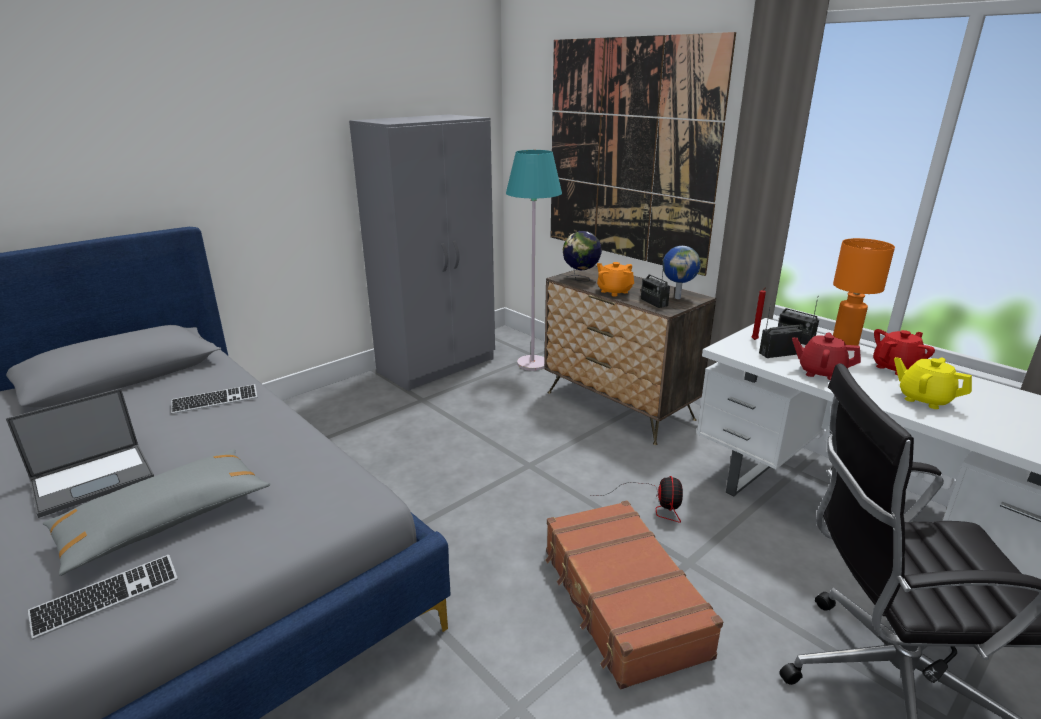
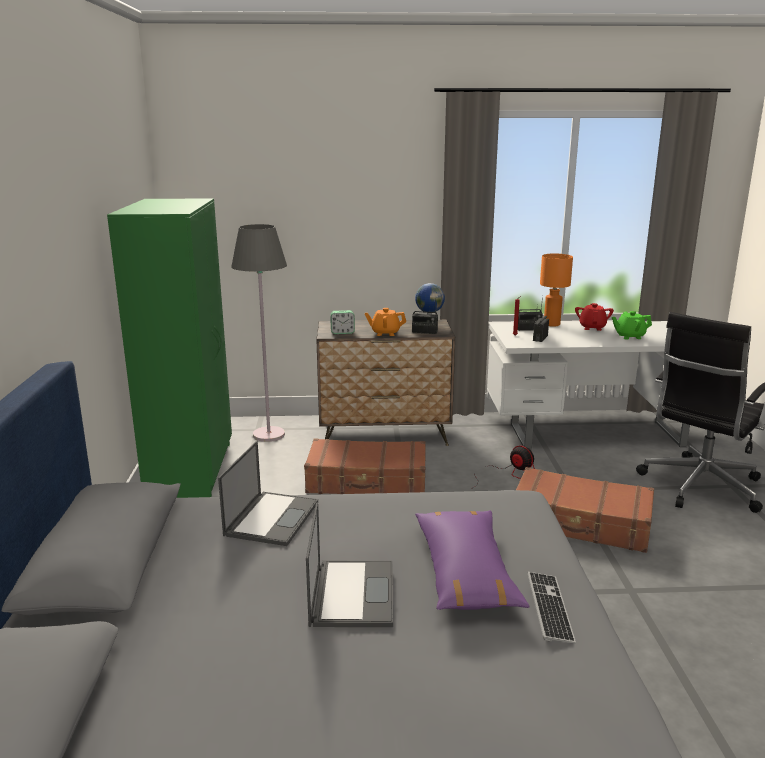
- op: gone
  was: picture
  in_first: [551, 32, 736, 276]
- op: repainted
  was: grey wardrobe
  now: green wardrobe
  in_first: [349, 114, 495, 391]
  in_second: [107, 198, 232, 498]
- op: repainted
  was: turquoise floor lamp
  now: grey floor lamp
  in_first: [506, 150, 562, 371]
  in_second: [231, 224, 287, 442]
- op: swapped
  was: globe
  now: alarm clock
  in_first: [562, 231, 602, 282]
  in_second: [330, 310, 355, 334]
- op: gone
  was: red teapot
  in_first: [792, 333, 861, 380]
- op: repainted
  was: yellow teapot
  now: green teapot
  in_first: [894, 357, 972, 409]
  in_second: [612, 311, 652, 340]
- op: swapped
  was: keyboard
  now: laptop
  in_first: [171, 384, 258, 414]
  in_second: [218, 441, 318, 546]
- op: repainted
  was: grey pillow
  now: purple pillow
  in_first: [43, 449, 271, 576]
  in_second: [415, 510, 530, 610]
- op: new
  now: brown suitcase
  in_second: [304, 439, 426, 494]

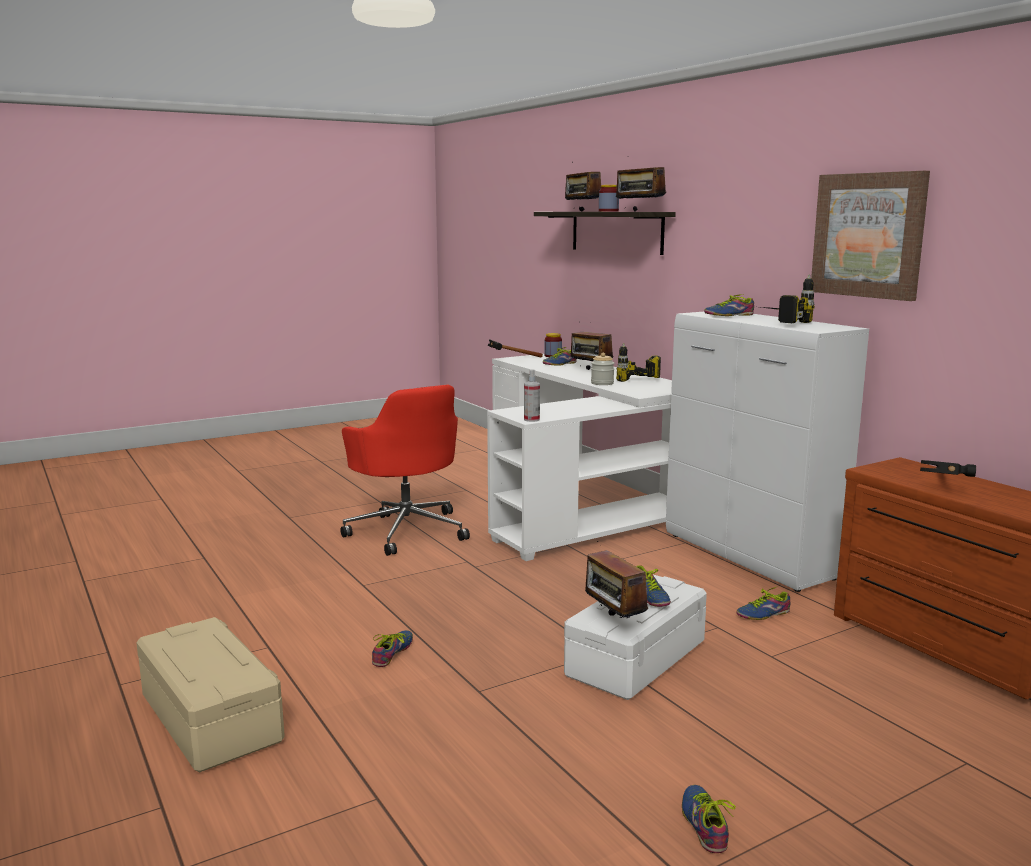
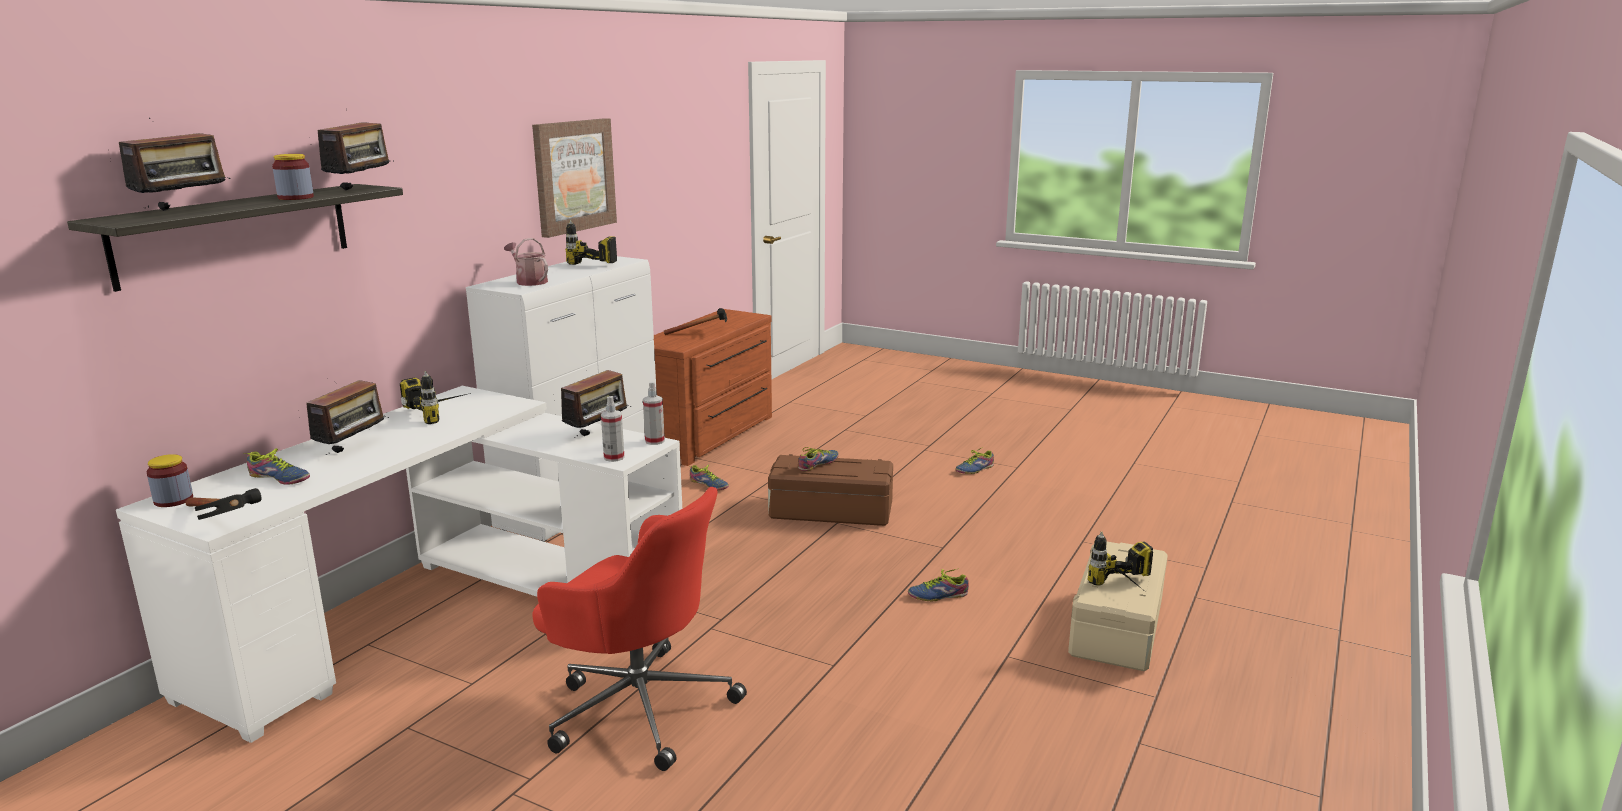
- op: swapped
  was: shoe
  now: watering can
  in_first: [704, 294, 754, 316]
  in_second: [504, 238, 548, 286]
- op: gone
  was: jar
  in_first: [591, 353, 614, 385]
- op: rotated
  was: red office chair
  in_first: [340, 385, 470, 556]
  in_second: [532, 487, 747, 771]
  clockwise: 90
- op: shifted
  was: radio
  in_first: [585, 541, 648, 618]
  in_second: [561, 366, 631, 438]
- op: repainted
  was: white storage box
  now: brown storage box
  in_first: [564, 575, 707, 700]
  in_second: [768, 454, 893, 526]
- op: new
  now: spray bottle
  in_second: [601, 396, 624, 462]
- op: new
  now: power drill
  in_second: [1088, 531, 1153, 590]

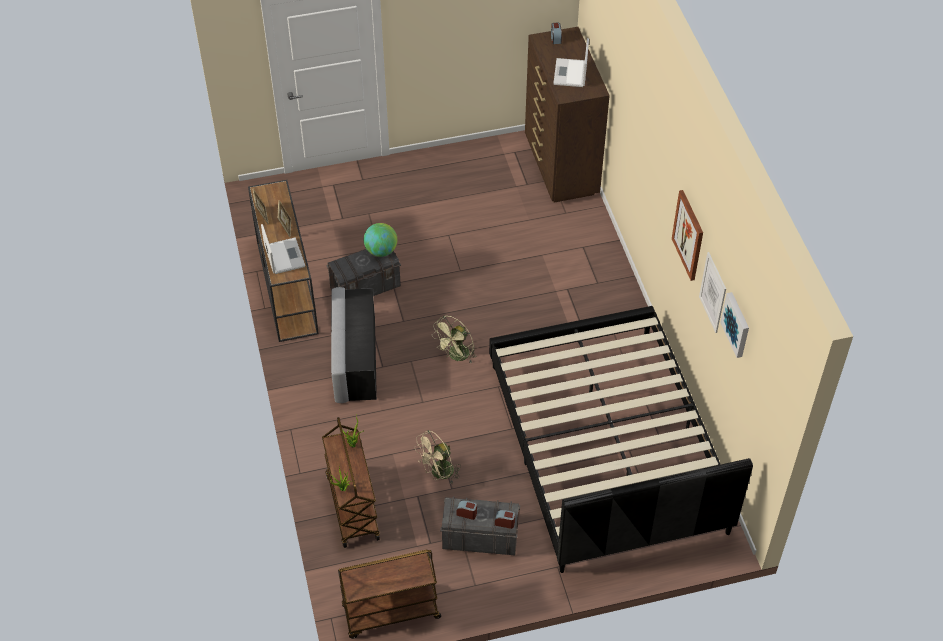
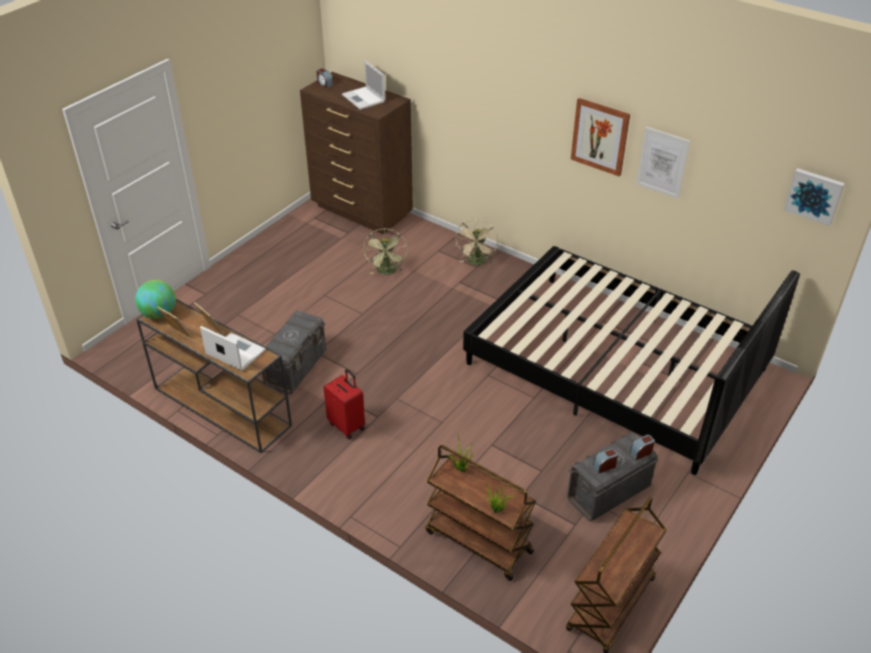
- op: shifted
  was: globe
  in_first: [364, 223, 397, 257]
  in_second: [135, 280, 176, 319]
- op: swapped
  was: grey ottoman
  now: red suitcase
  in_first: [331, 287, 377, 403]
  in_second: [324, 369, 365, 440]
- op: shifted
  was: picture
  in_first: [720, 292, 749, 358]
  in_second: [784, 168, 845, 226]
- op: shifted
  was: green fan
  in_first: [433, 316, 477, 363]
  in_second: [363, 229, 408, 275]
- op: shifted
  was: beige fan
  in_first: [414, 430, 461, 485]
  in_second: [455, 219, 498, 265]

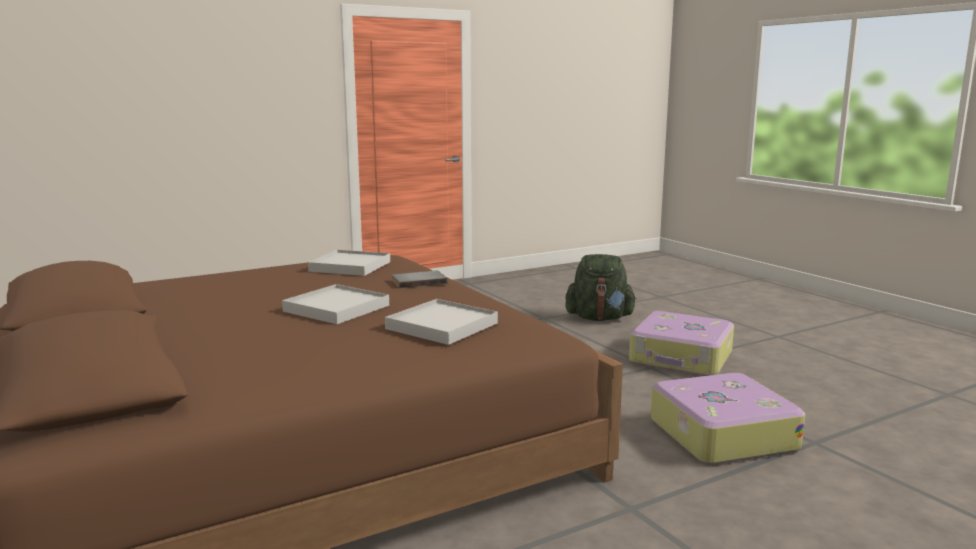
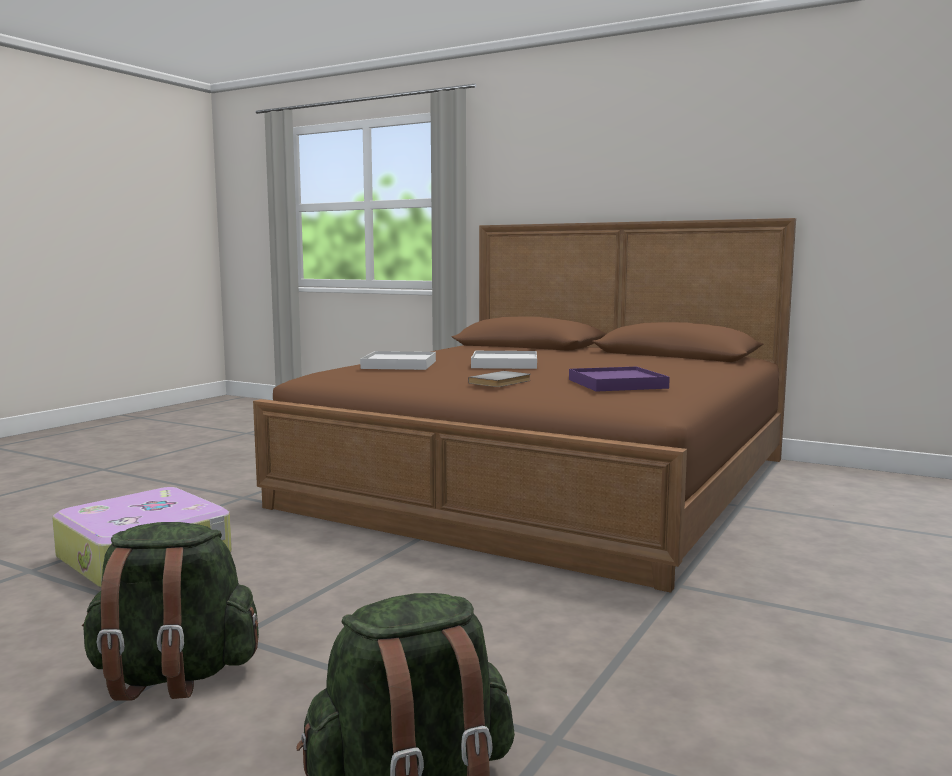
- op: repainted
  was: white tray
  now: purple tray
  in_first: [308, 250, 390, 276]
  in_second: [569, 366, 670, 392]
- op: swapped
  was: suitcase
  now: green backpack
  in_first: [629, 311, 734, 376]
  in_second: [82, 522, 259, 701]

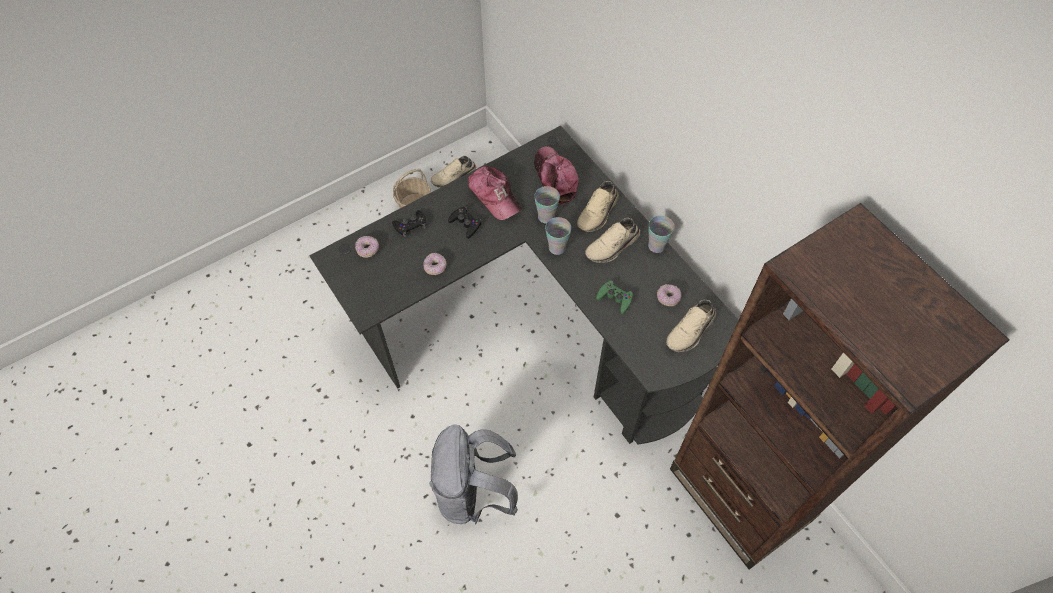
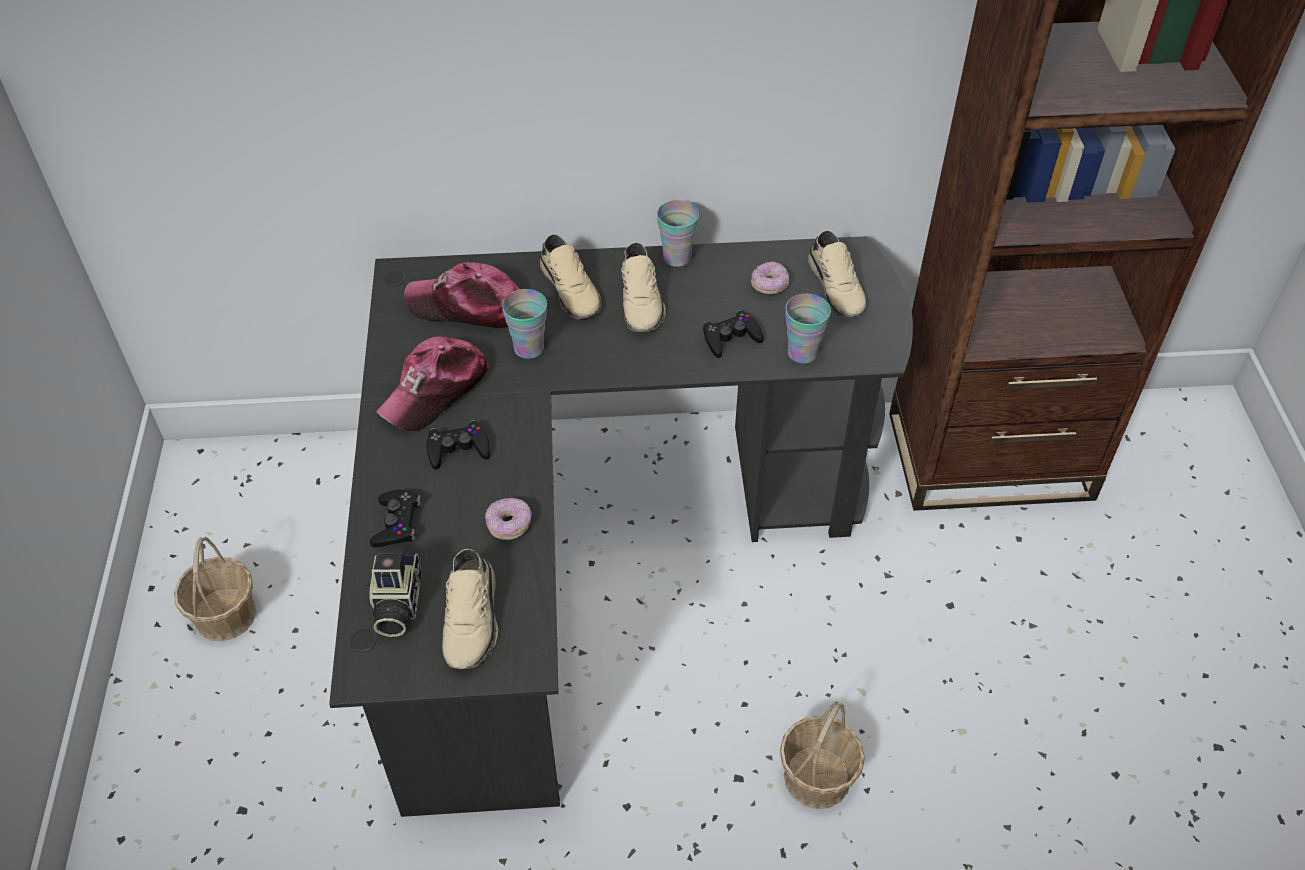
- op: shifted
  was: beige shoe
  in_first: [431, 156, 477, 188]
  in_second: [442, 549, 499, 669]
- op: rotated
  was: cap
  in_first: [468, 166, 521, 220]
  in_second: [376, 336, 489, 431]
  clockwise: 135
- op: shifted
  was: cup
  in_first: [545, 217, 571, 255]
  in_second: [785, 294, 831, 364]
- op: swapped
  was: donut
  now: photo camera
  in_first: [355, 236, 379, 258]
  in_second: [365, 553, 422, 637]
- op: repainted
  was: green game controller
  now: black game controller
  in_first: [596, 280, 633, 314]
  in_second: [703, 310, 763, 358]
- op: swapped
  was: grey backpack
  now: basket
  in_first: [429, 425, 518, 524]
  in_second: [780, 701, 865, 809]

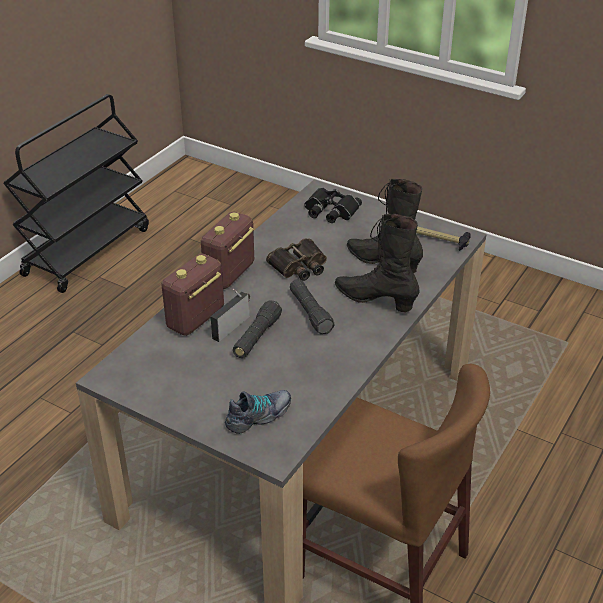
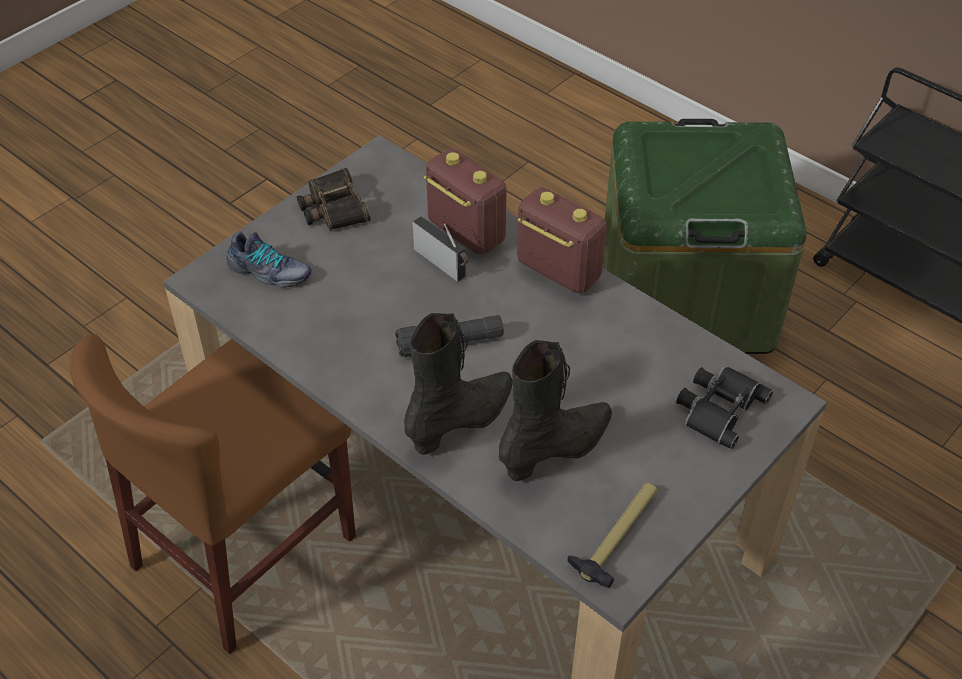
- op: shifted
  was: binoculars
  in_first: [266, 238, 327, 281]
  in_second: [297, 167, 371, 231]
- op: gone
  was: black flashlight
  in_first: [233, 300, 282, 358]
- op: rotated
  was: shoe
  in_first: [225, 390, 291, 434]
  in_second: [227, 231, 311, 287]
  clockwise: -45
- op: new
  now: green storage box
  in_second: [603, 119, 807, 354]

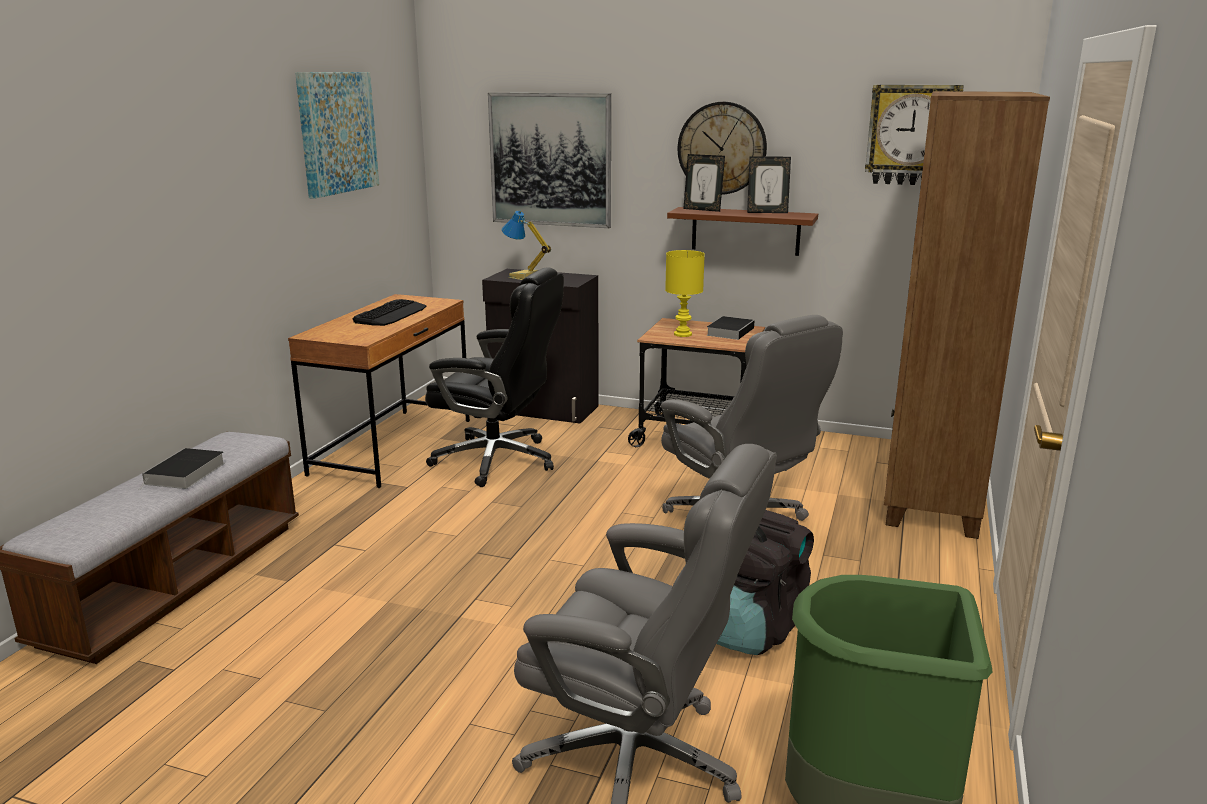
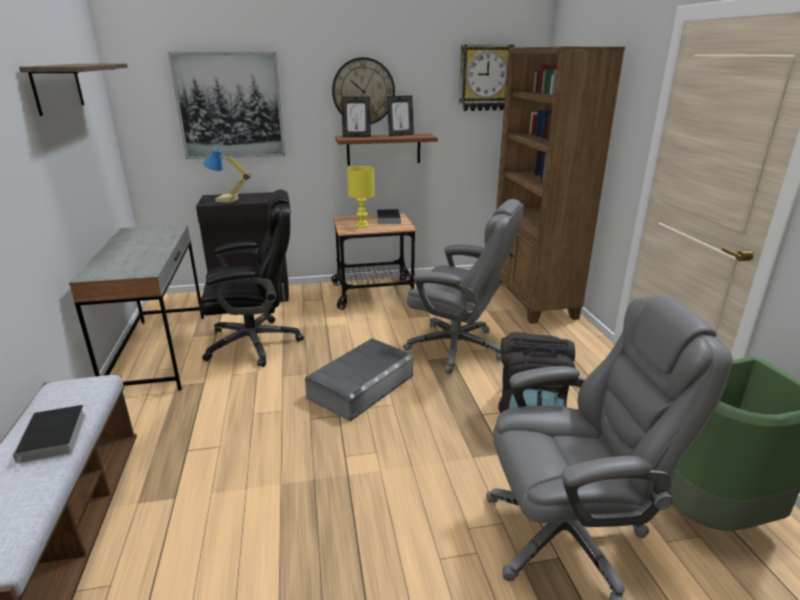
- op: swapped
  was: picture
  now: shelf
  in_first: [295, 72, 379, 199]
  in_second: [19, 64, 128, 116]
- op: repainted
  was: brown desk
  now: grey desk
  in_first: [288, 294, 470, 488]
  in_second: [69, 225, 204, 391]
- op: gone
  was: keyboard
  in_first: [352, 299, 426, 326]
- op: new
  now: grey storage box
  in_second: [305, 338, 413, 421]

